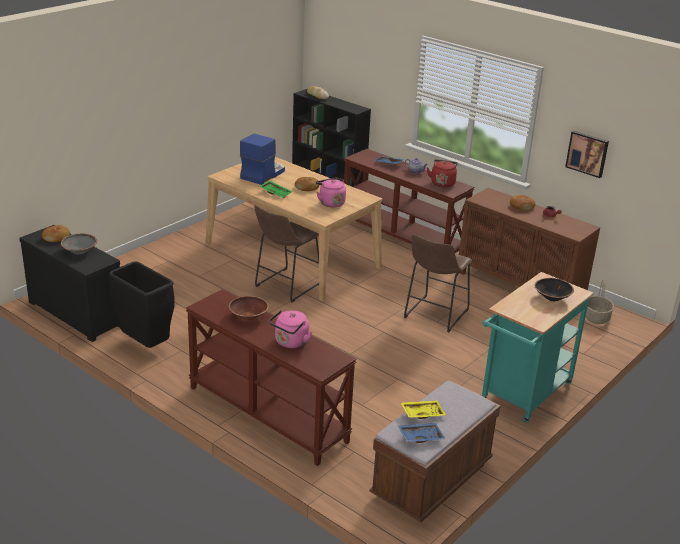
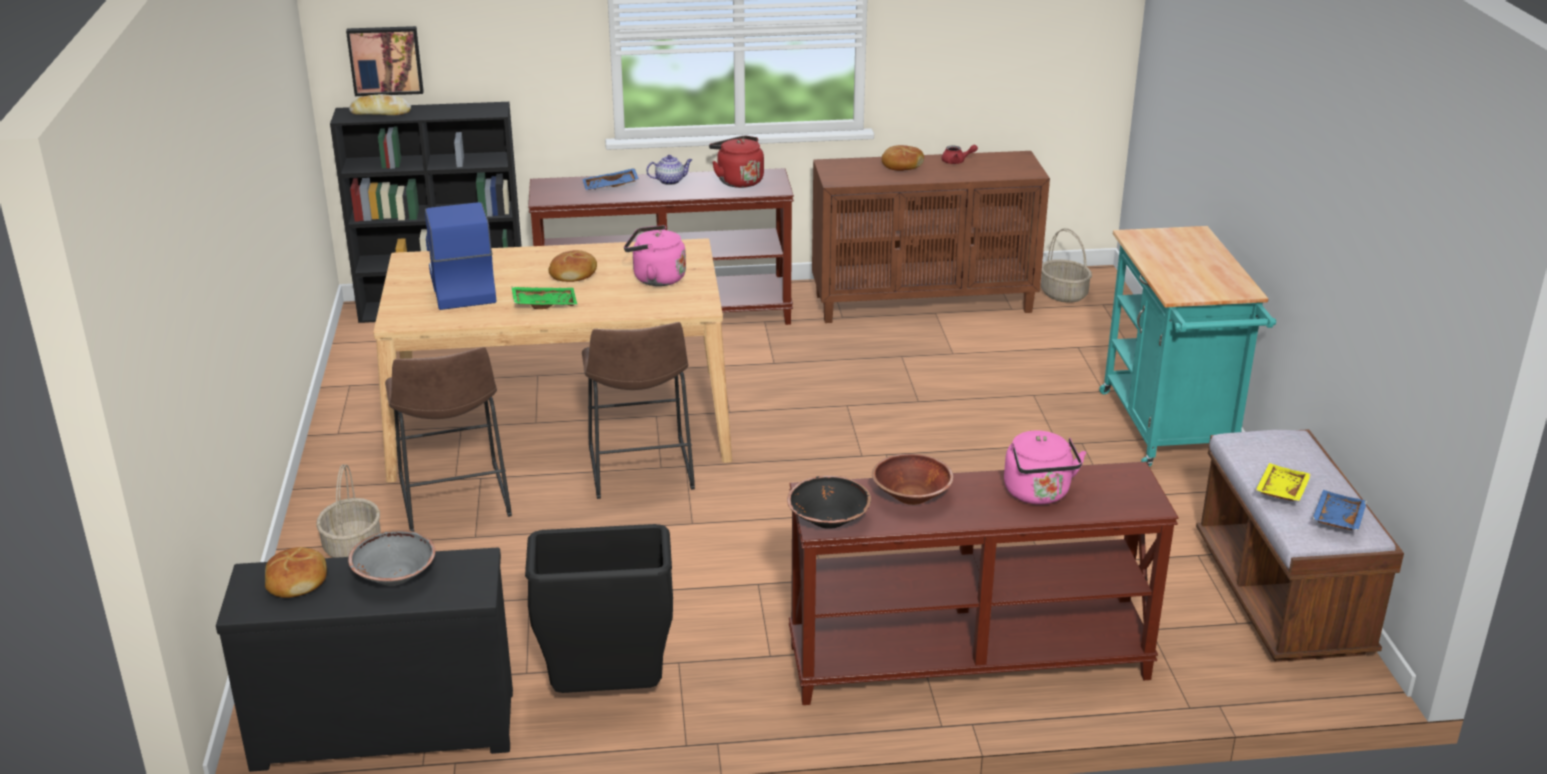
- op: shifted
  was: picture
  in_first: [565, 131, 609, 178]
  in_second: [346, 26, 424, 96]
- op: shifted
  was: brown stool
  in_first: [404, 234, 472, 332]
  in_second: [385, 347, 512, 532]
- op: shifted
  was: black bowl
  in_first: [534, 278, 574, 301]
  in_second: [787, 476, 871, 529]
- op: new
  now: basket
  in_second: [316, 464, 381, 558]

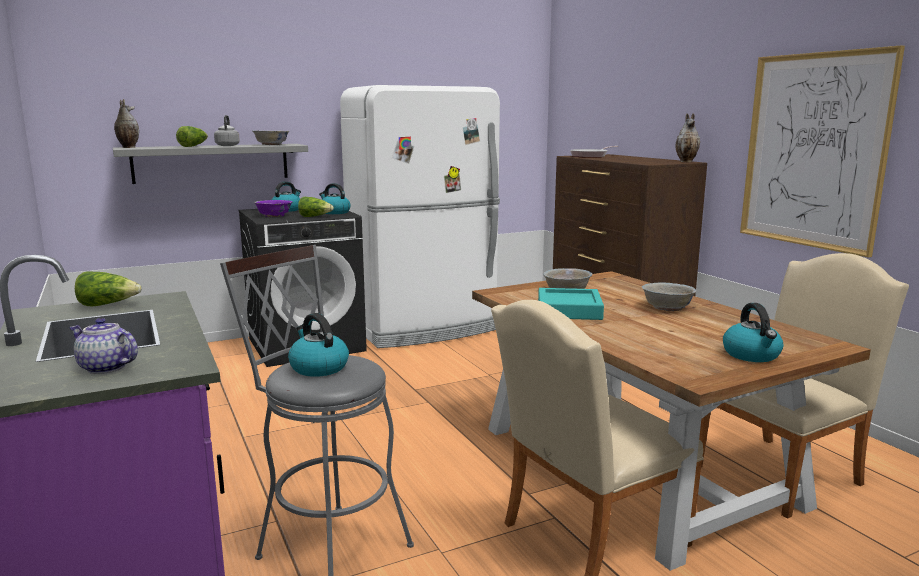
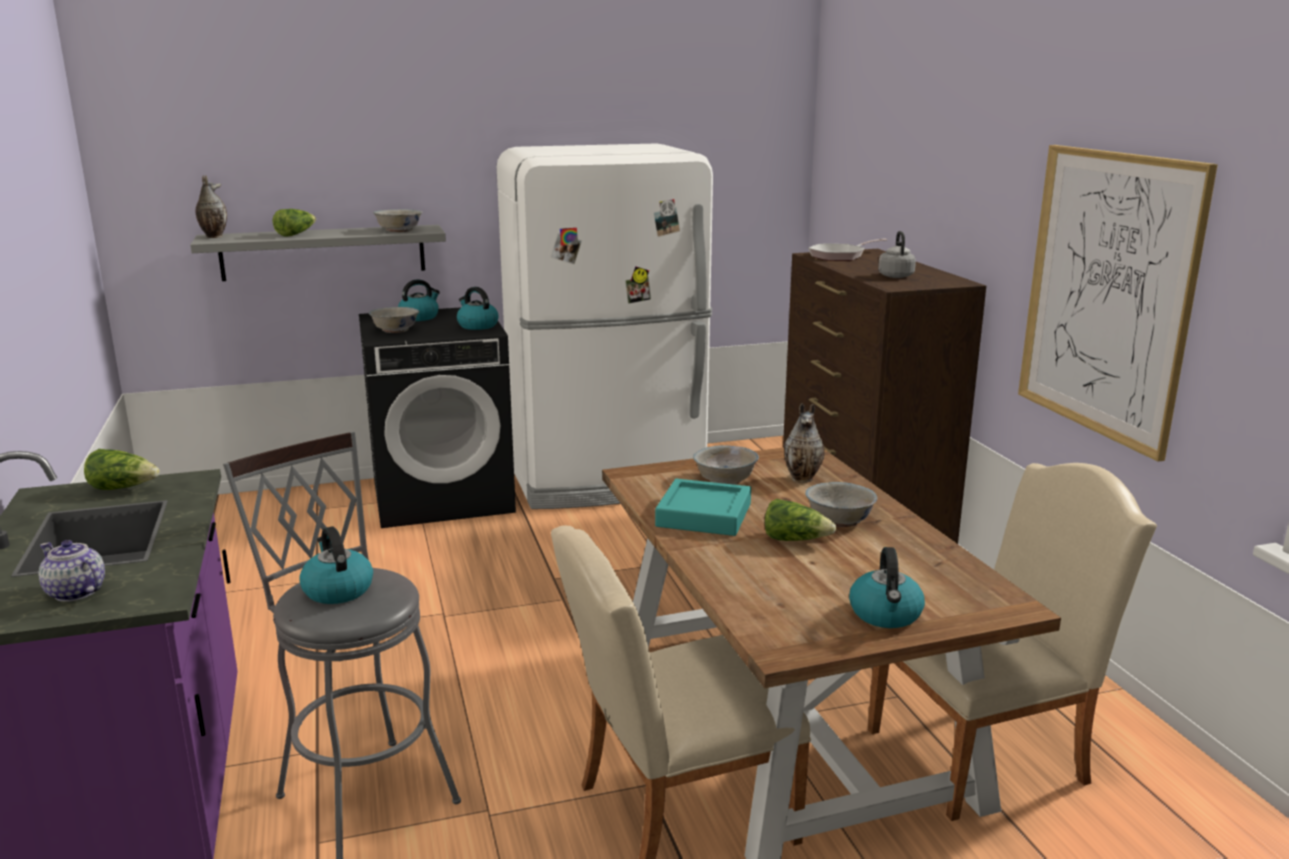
- op: shifted
  was: vase
  in_first: [675, 113, 700, 162]
  in_second: [784, 403, 825, 483]
- op: shifted
  was: grey kettle
  in_first: [214, 115, 240, 146]
  in_second: [878, 231, 916, 278]
- op: shifted
  was: lettuce
  in_first: [298, 197, 334, 217]
  in_second: [765, 499, 836, 541]
- op: repainted
  was: purple bowl
  now: white bowl
  in_first: [254, 200, 292, 217]
  in_second: [369, 307, 419, 333]

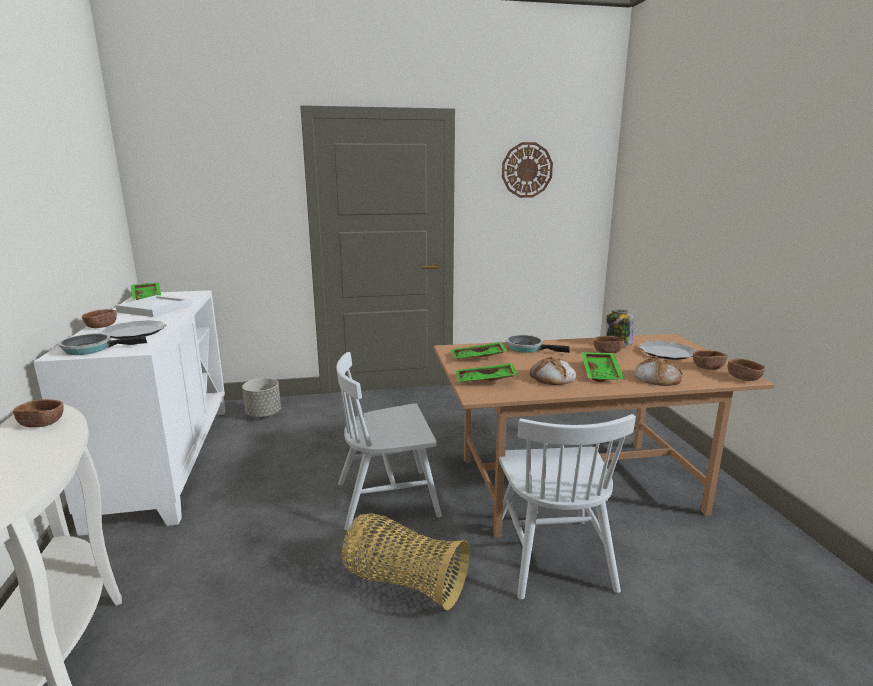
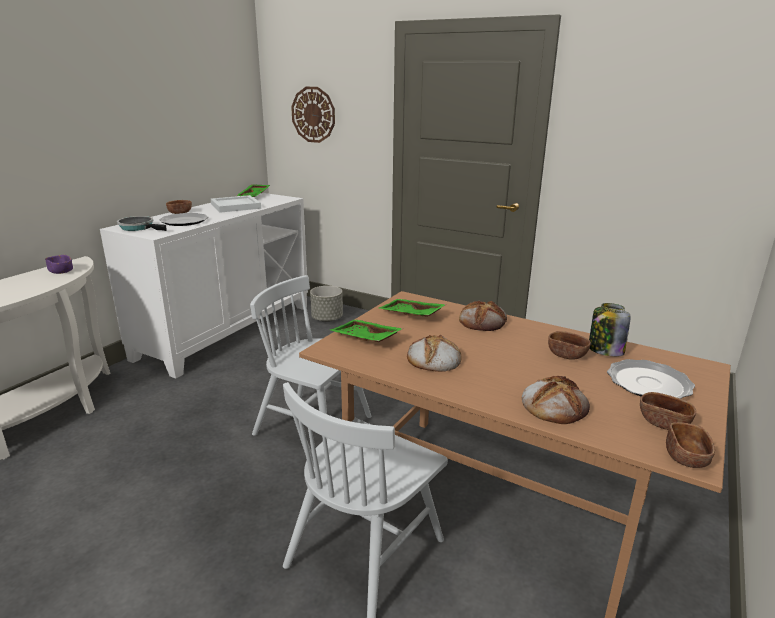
- op: shifted
  was: wall clock
  in_first: [502, 142, 553, 198]
  in_second: [291, 87, 335, 143]
- op: swapped
  was: frying pan
  now: bread
  in_first: [506, 335, 570, 353]
  in_second: [459, 301, 507, 331]
- op: gone
  was: green tray
  in_first: [581, 352, 624, 382]
- op: repainted
  was: brown bowl
  now: purple bowl
  in_first: [13, 399, 64, 427]
  in_second: [45, 255, 73, 274]
- op: gone
  was: basket
  in_first: [342, 513, 470, 610]

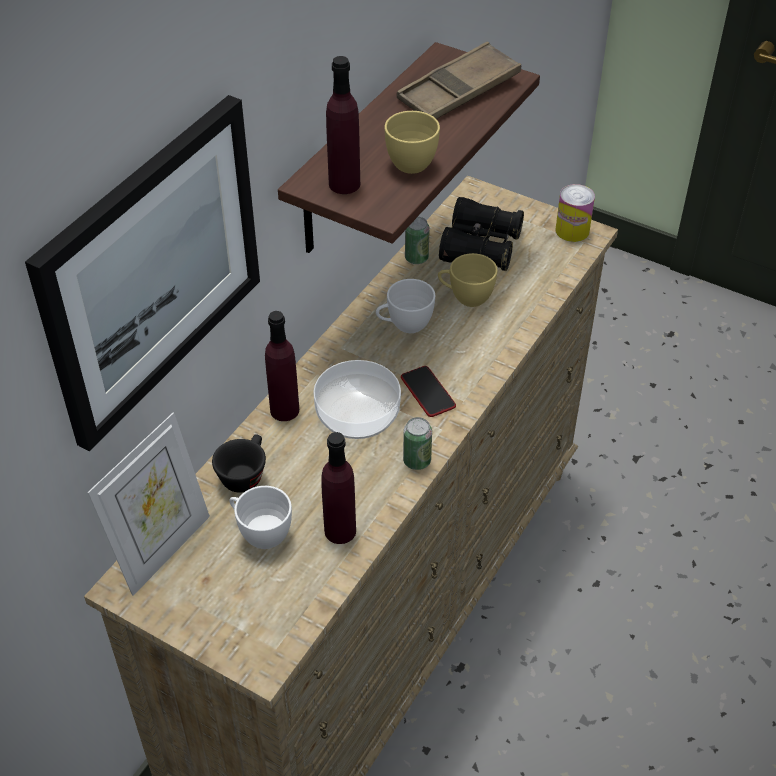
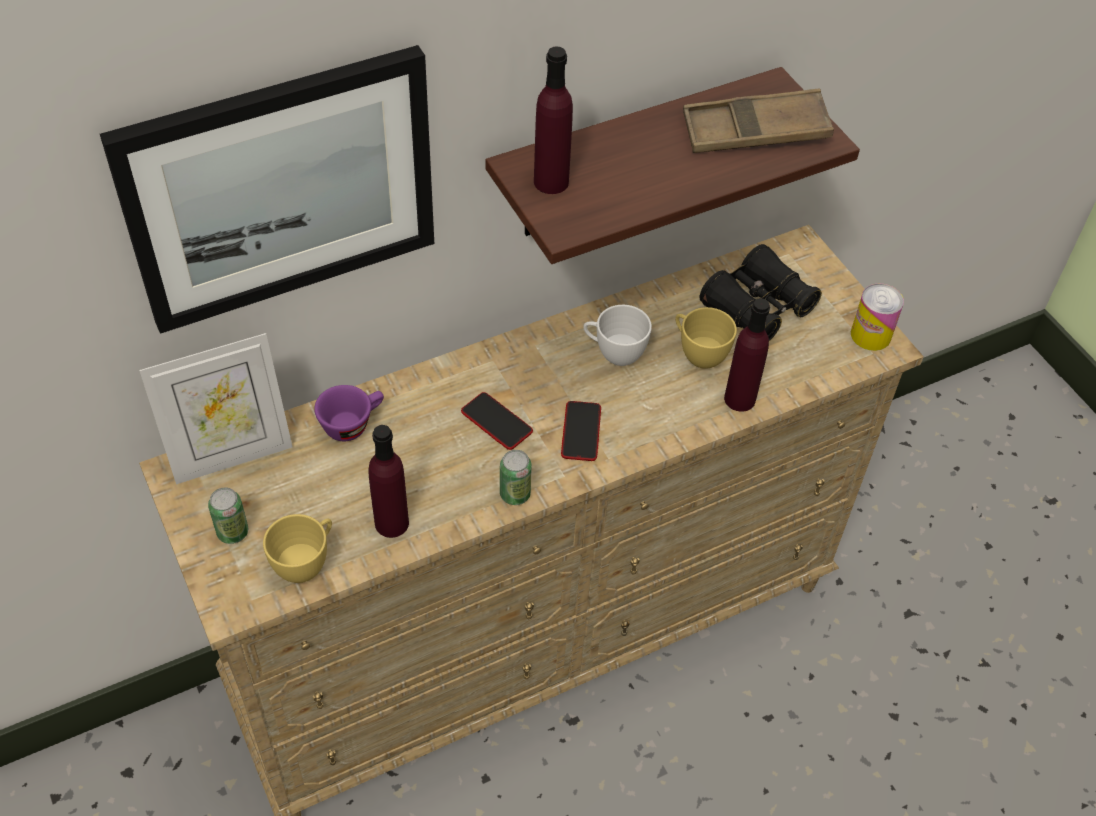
- op: shifted
  was: yellow cup
  in_first: [384, 111, 440, 174]
  in_second: [263, 514, 332, 583]
- op: shifted
  was: can
  in_first: [405, 217, 430, 264]
  in_second: [208, 487, 248, 544]
- op: shifted
  was: purple bottle
  in_first: [265, 311, 299, 421]
  in_second: [724, 298, 770, 412]
- op: swapped
  was: bowl
  now: phone
  in_first: [313, 360, 401, 439]
  in_second: [461, 392, 533, 450]
- op: repainted
  was: black cup
  now: purple cup
  in_first: [212, 434, 266, 493]
  in_second: [314, 385, 384, 441]
- op: gone
  was: white cup
  in_first: [229, 486, 292, 549]

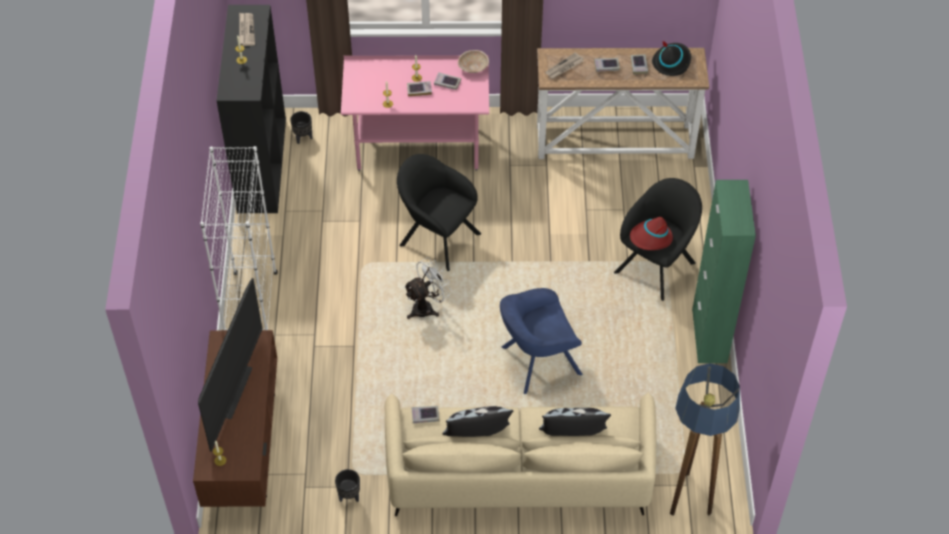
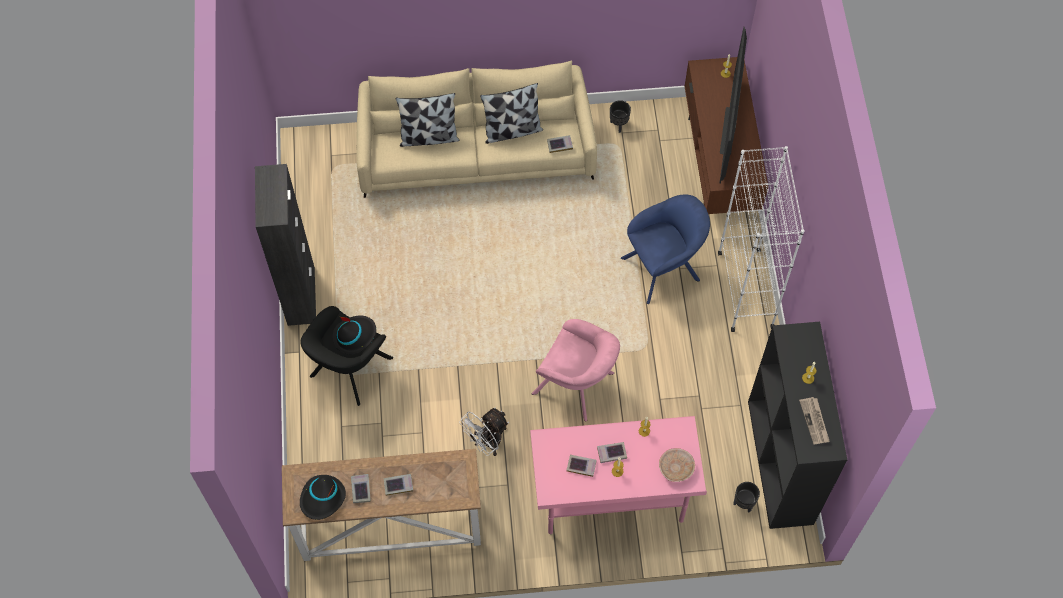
- op: shifted
  was: beige bowl
  in_first: [458, 50, 489, 73]
  in_second: [659, 448, 695, 482]
- op: gone
  was: newspaper
  in_first: [545, 52, 584, 79]
- op: repainted
  was: black armchair
  now: pink armchair
  in_first: [397, 154, 481, 271]
  in_second: [532, 319, 620, 422]
- op: repainted
  was: green cabinet
  now: black cabinet
  in_first: [692, 180, 756, 363]
  in_second: [255, 164, 316, 326]
- op: repainted
  was: red hat
  now: black hat
  in_first: [630, 217, 673, 250]
  in_second: [332, 315, 376, 355]
- op: shifted
  was: white fan
  in_first: [404, 257, 452, 319]
  in_second: [459, 408, 509, 456]
- op: shifted
  was: blue armchair
  in_first: [500, 288, 582, 394]
  in_second: [621, 195, 710, 304]
- op: gone
  was: floor lamp
  in_first: [670, 363, 740, 516]

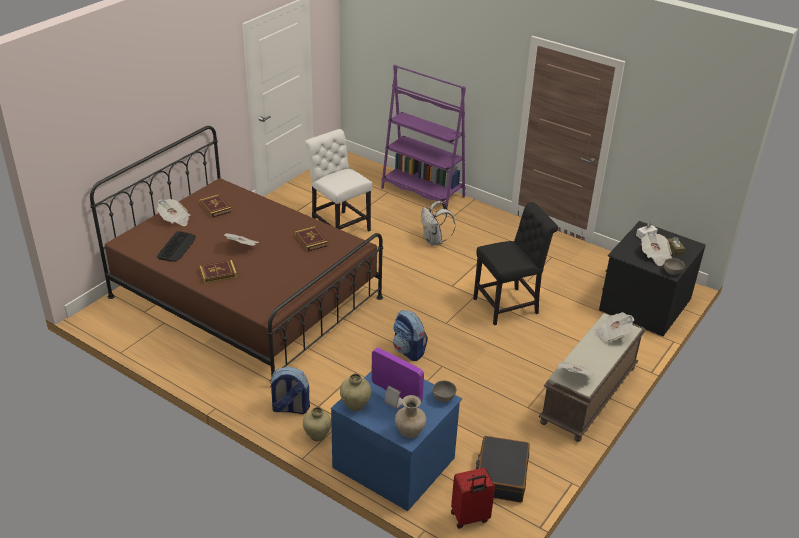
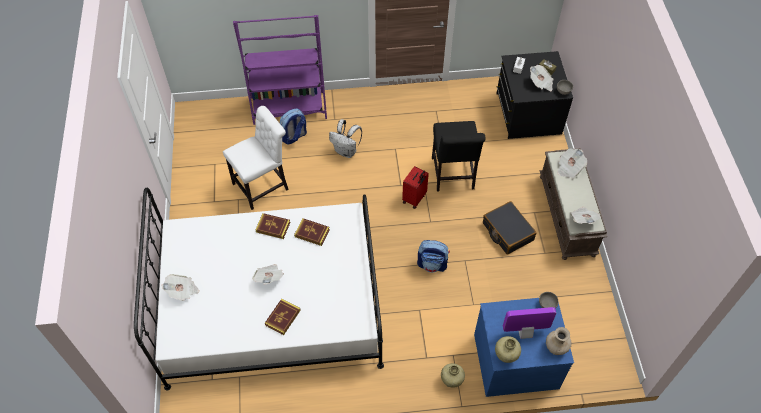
- op: repainted
  was: brown bed
  now: white bed
  in_first: [90, 126, 383, 387]
  in_second: [134, 188, 384, 391]
- op: rotated
  was: white chair
  in_first: [305, 129, 372, 231]
  in_second: [223, 106, 289, 210]
  clockwise: 135
- op: shifted
  was: book
  in_first: [199, 194, 231, 218]
  in_second: [255, 213, 290, 239]
- op: rotated
  was: black chair
  in_first: [473, 202, 558, 325]
  in_second: [432, 121, 486, 192]
  clockwise: 150
- op: gone
  was: keyboard
  in_first: [157, 231, 196, 262]
- op: shifted
  was: backpack
  in_first: [269, 367, 310, 414]
  in_second: [280, 108, 307, 145]
- op: shifted
  was: black suitcase
  in_first: [475, 436, 530, 503]
  in_second: [483, 201, 536, 255]
- op: shifted
  was: red suitcase
  in_first: [451, 468, 495, 529]
  in_second: [402, 166, 429, 209]

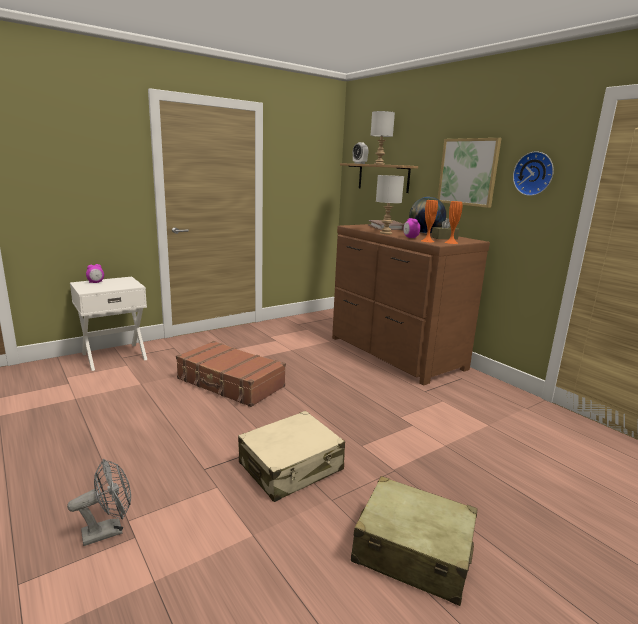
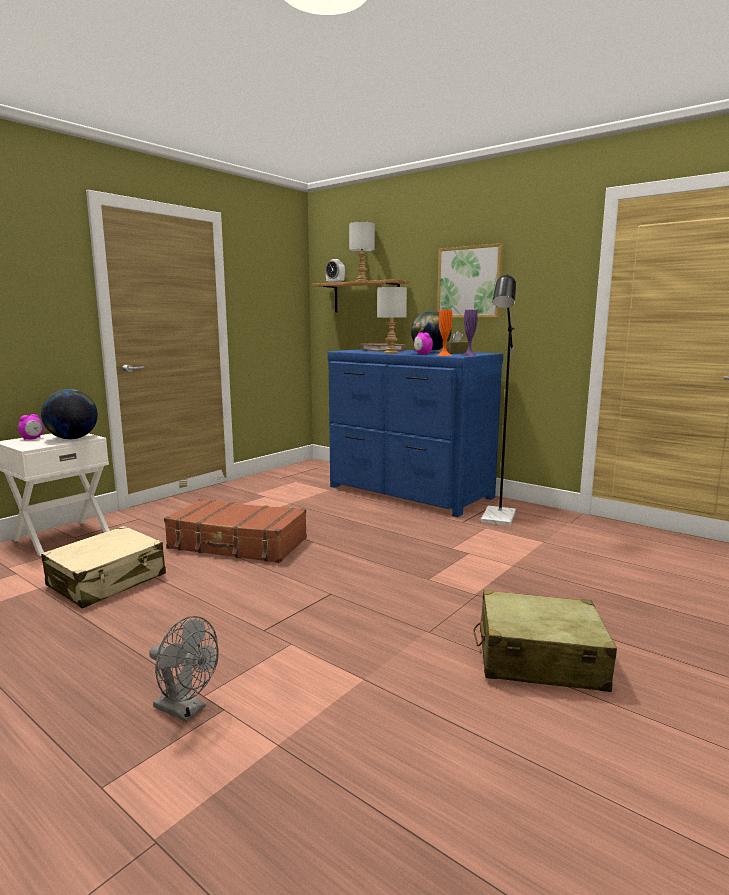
- op: gone
  was: wall clock
  in_first: [513, 151, 554, 196]
- op: repainted
  was: orange vase
  now: purple vase
  in_first: [445, 201, 462, 244]
  in_second: [463, 310, 478, 356]
- op: repainted
  was: brown dresser
  now: blue dresser
  in_first: [332, 224, 490, 385]
  in_second: [328, 349, 503, 517]
- op: shifted
  was: beige suitcase
  in_first: [238, 411, 345, 502]
  in_second: [41, 526, 166, 608]
- op: rotated
  was: grey fan
  in_first: [67, 459, 131, 546]
  in_second: [149, 616, 219, 722]
  clockwise: 75
- op: new
  now: black floor lamp
  in_second: [481, 273, 516, 526]
- op: new
  now: globe
  in_second: [41, 389, 98, 439]

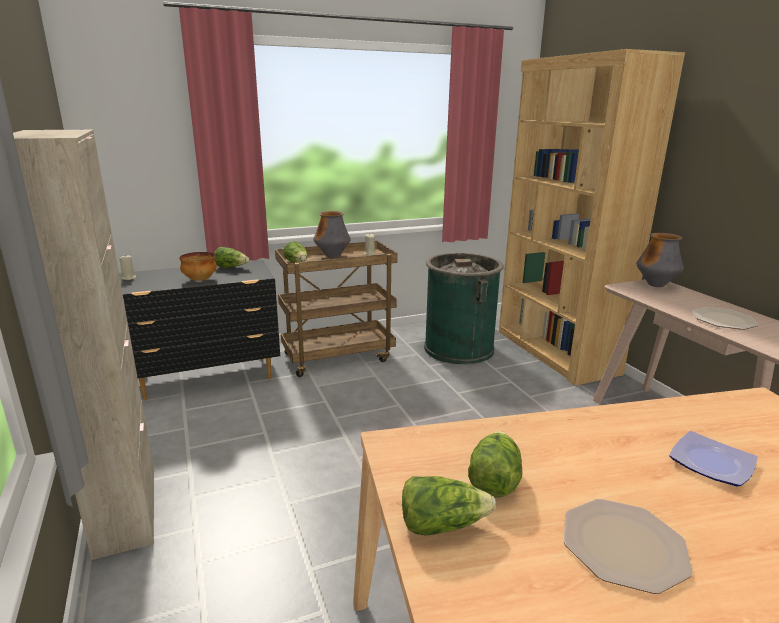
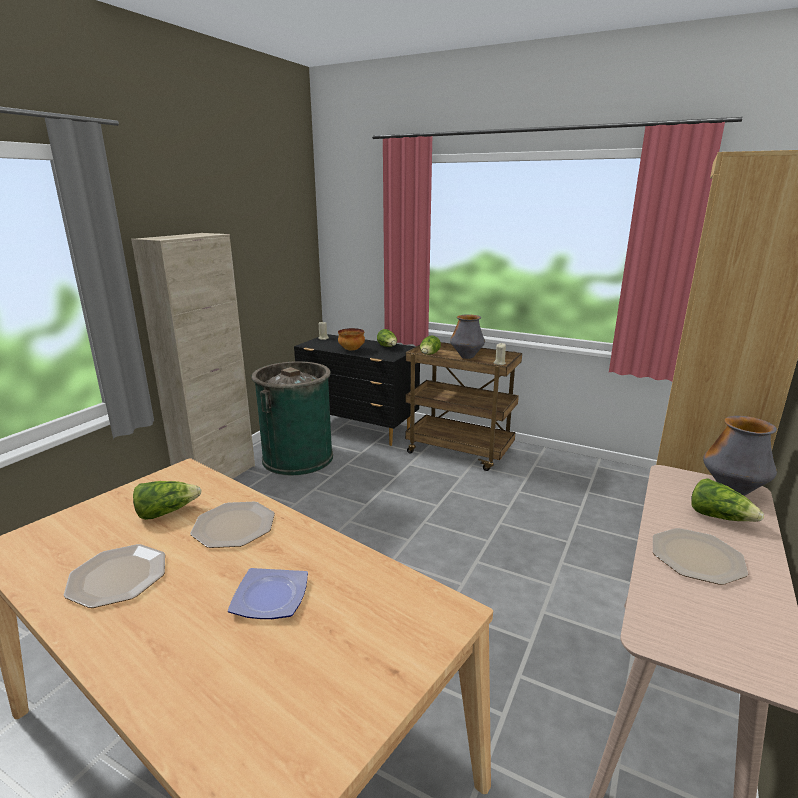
- op: shifted
  was: green trash can
  in_first: [424, 253, 504, 365]
  in_second: [252, 361, 333, 475]
- op: shifted
  was: lettuce
  in_first: [402, 476, 496, 536]
  in_second: [691, 478, 764, 522]
- op: new
  now: plate
  in_second: [190, 502, 275, 548]

